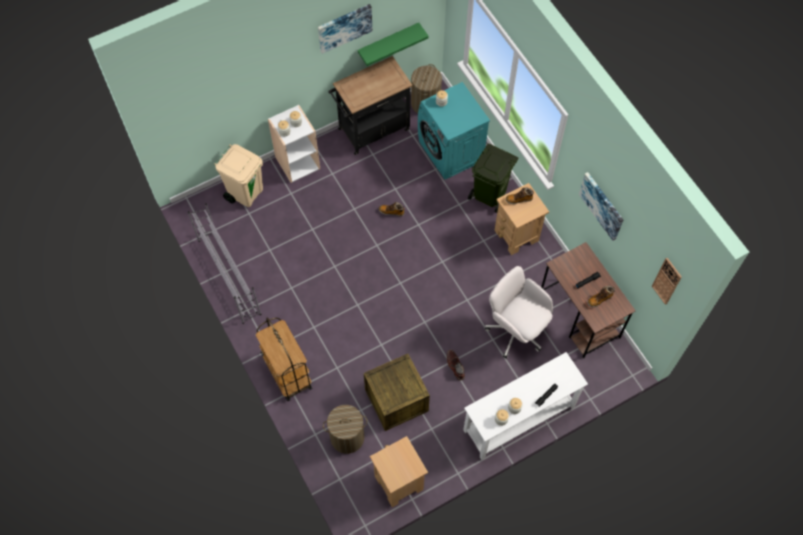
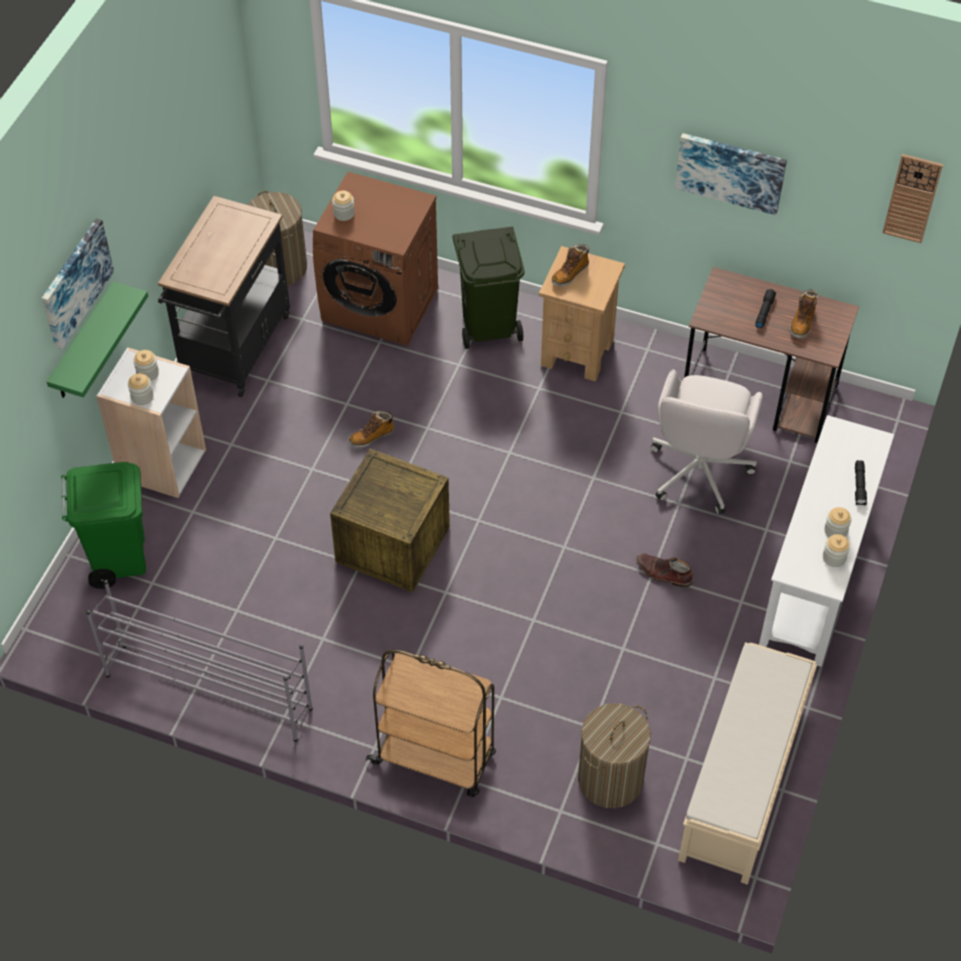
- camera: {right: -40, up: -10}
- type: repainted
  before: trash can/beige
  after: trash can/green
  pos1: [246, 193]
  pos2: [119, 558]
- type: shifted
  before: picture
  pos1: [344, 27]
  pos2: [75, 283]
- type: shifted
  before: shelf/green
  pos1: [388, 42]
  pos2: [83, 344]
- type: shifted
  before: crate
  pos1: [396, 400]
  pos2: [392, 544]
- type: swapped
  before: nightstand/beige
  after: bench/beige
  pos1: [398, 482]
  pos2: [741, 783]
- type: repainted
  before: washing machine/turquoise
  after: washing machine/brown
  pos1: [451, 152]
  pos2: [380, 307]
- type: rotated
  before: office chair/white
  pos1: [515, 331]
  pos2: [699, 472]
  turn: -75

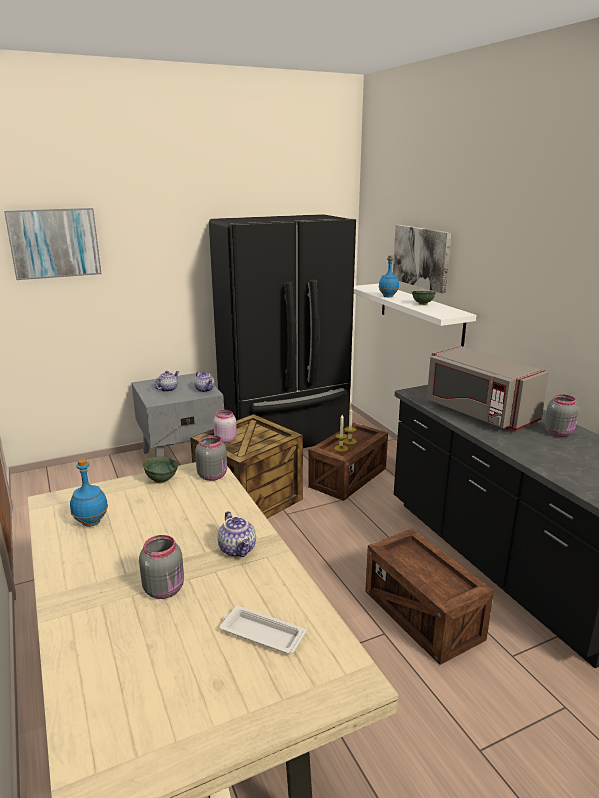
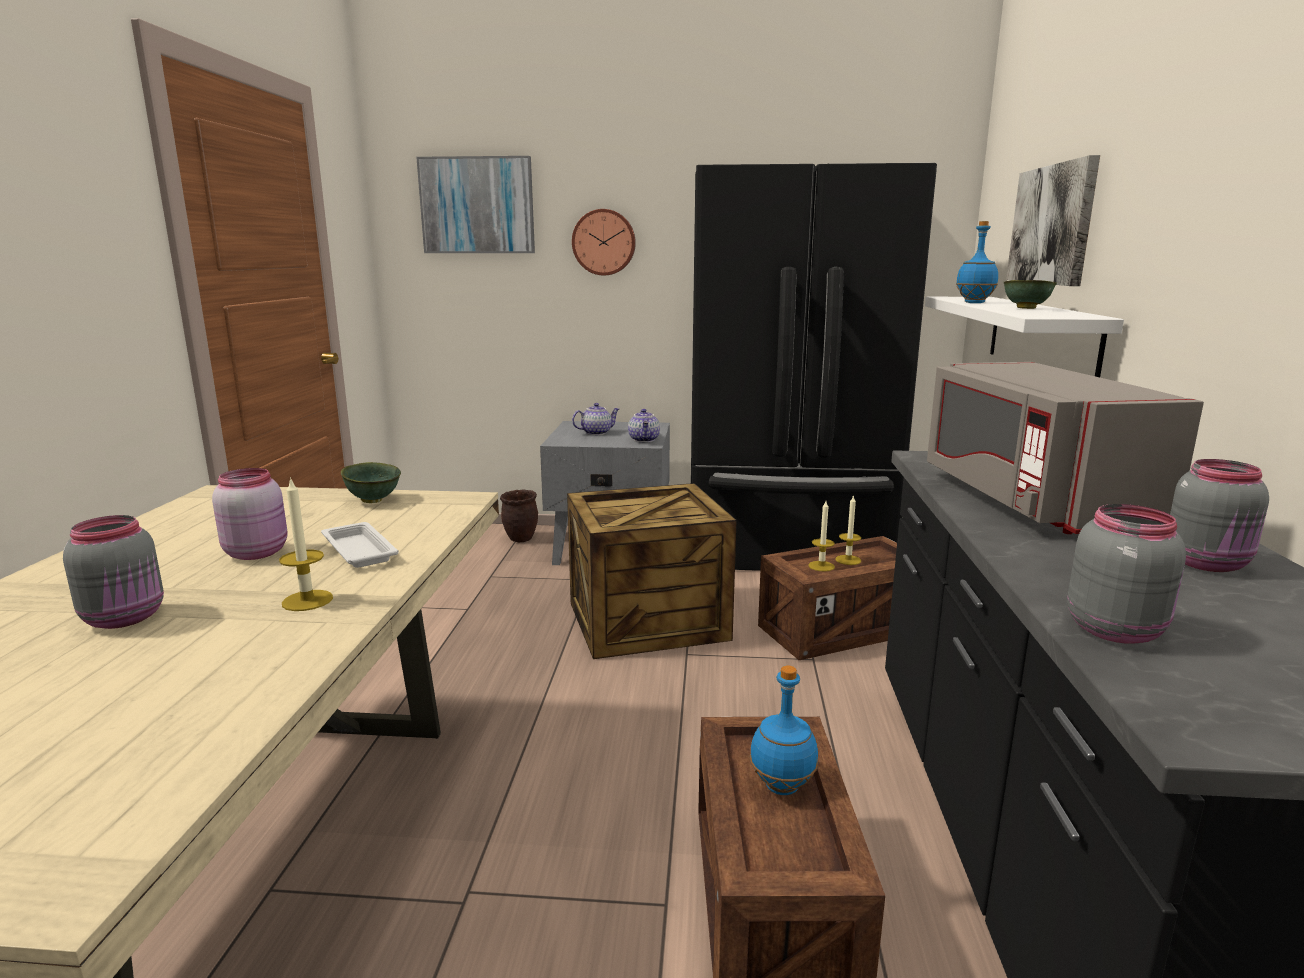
- camera: {right: 30, up: -5}
- type: shifted
  before: bottle/blue
  pos1: [91, 523]
  pos2: [781, 787]
- type: shifted
  before: jar/grey
  pos1: [213, 475]
  pos2: [1115, 629]
- type: shifted
  before: jar/pink
  pos1: [225, 440]
  pos2: [257, 552]
- type: swapped
  before: teapot
  after: candle
  pos1: [238, 549]
  pos2: [307, 600]
- type: shifted
  before: tray/white
  pos1: [261, 634]
  pos2: [358, 550]
- type: new
  after: planter/brown
  pos2: [520, 539]
- type: new
  after: wall clock
  pos2: [604, 242]

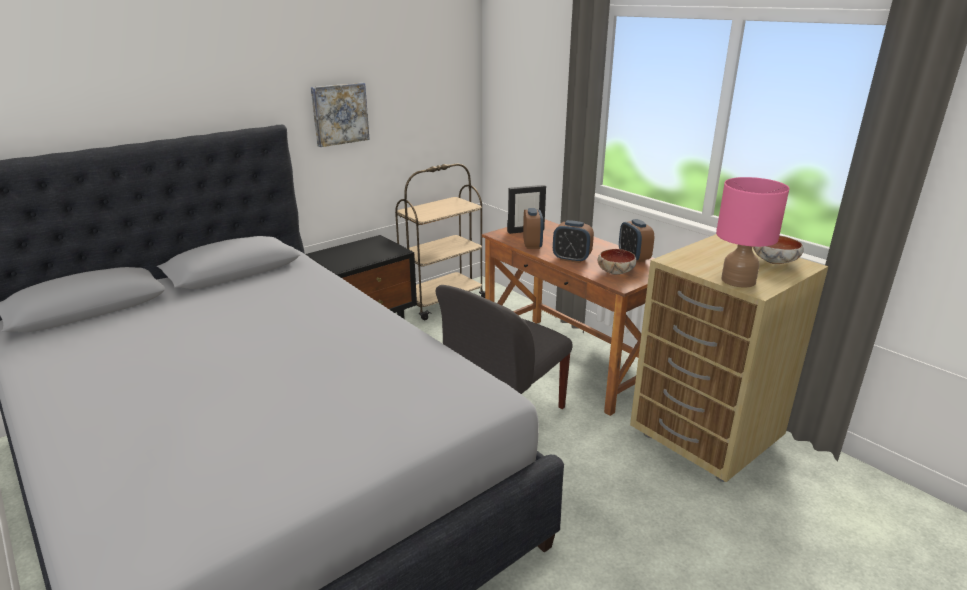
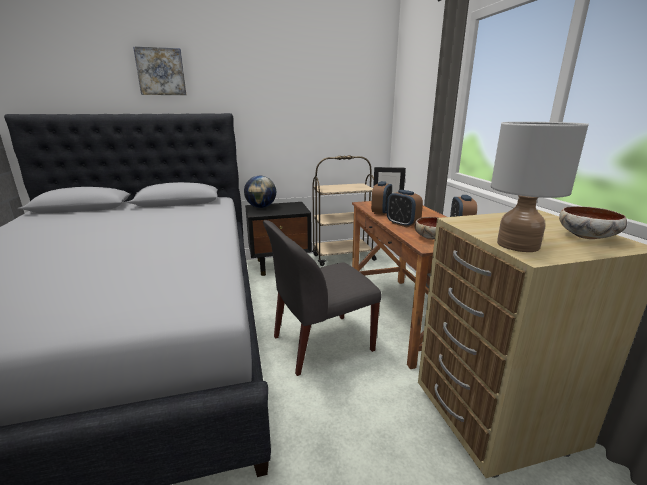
- camera: {right: 25, up: -5}
- type: shifted
  before: picture
  pos1: [339, 114]
  pos2: [161, 72]
- type: repainted
  before: table lamp/pink
  after: table lamp/grey
  pos1: [738, 281]
  pos2: [518, 245]
- type: new
  after: globe
  pos2: [261, 207]

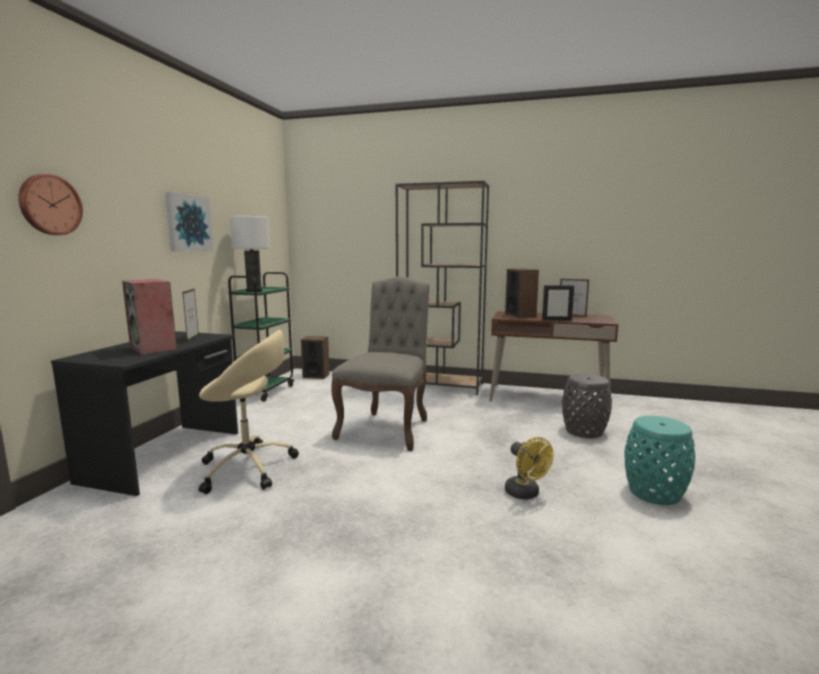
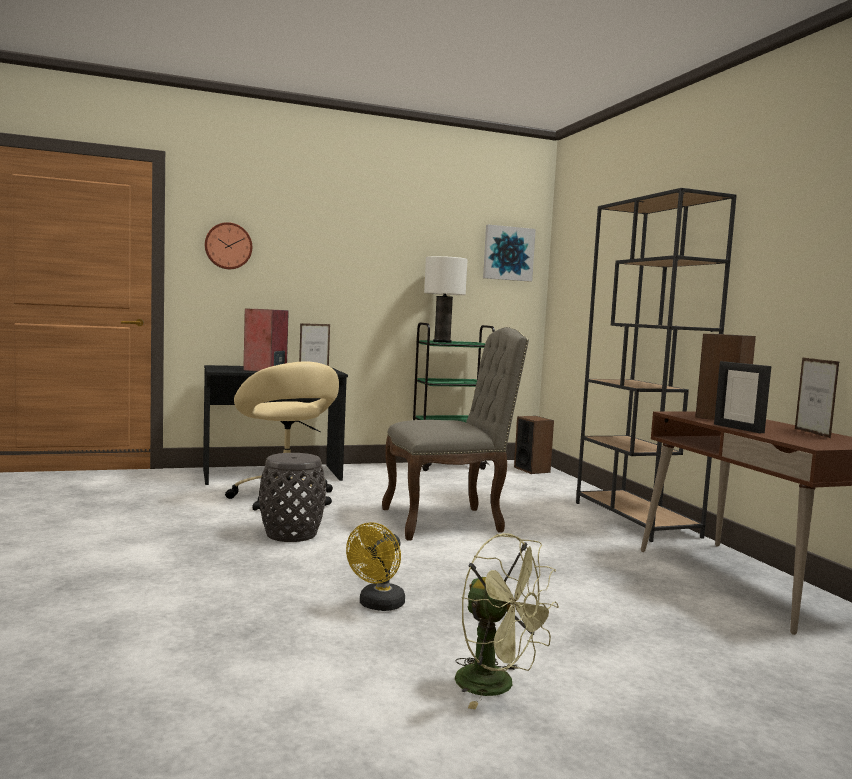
- camera: {right: 55, up: -5}
- type: shifted
  before: picture
  pos1: [188, 223]
  pos2: [508, 253]
- type: shifted
  before: stool/grey
  pos1: [584, 431]
  pos2: [291, 534]
- type: swapped
  before: stool/turquoise
  after: fan/green
  pos1: [654, 493]
  pos2: [497, 686]

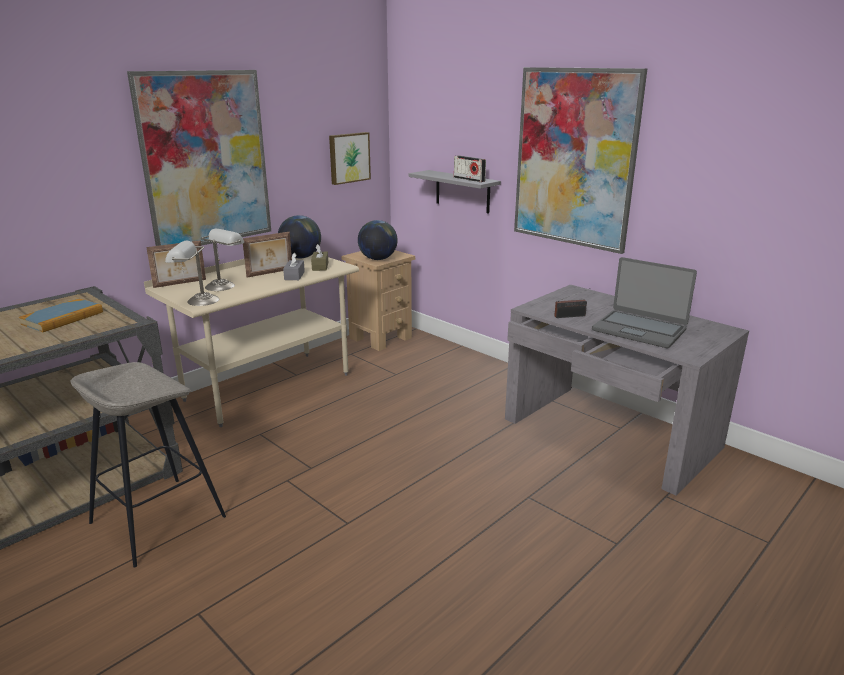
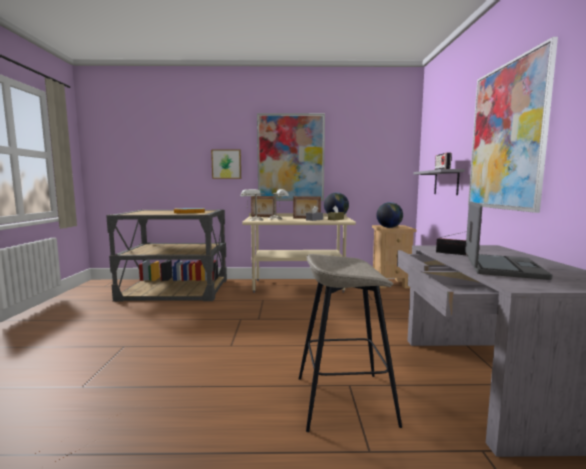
- camera: {right: 45, up: -15}
- type: shifted
  before: stool/grey
  pos1: [157, 519]
  pos2: [344, 399]
- type: shifted
  before: picture
  pos1: [348, 157]
  pos2: [226, 164]
- type: rotated
  before: laptop
  pos1: [639, 330]
  pos2: [501, 267]
  turn: -150

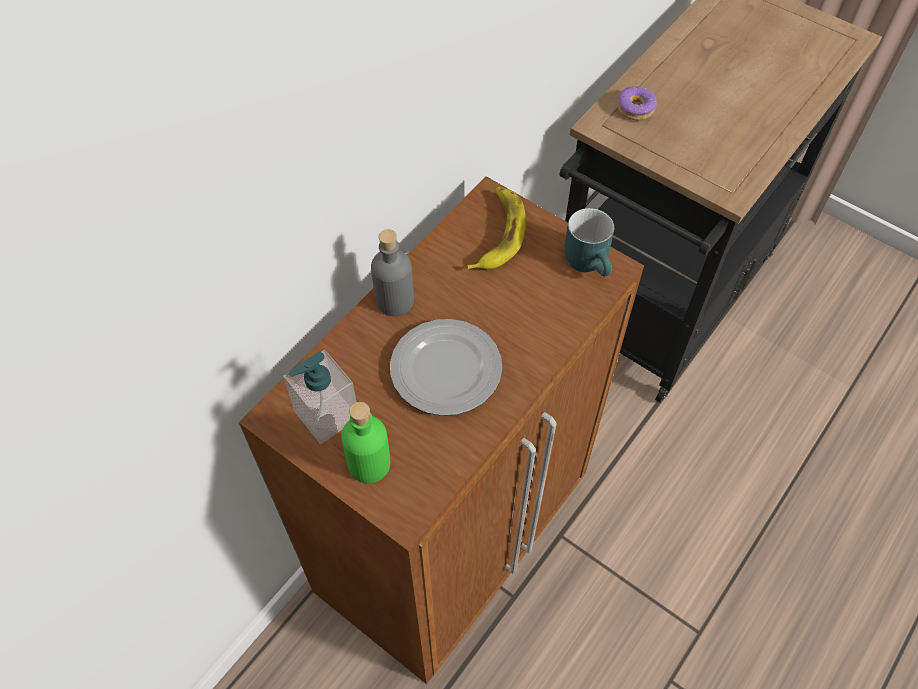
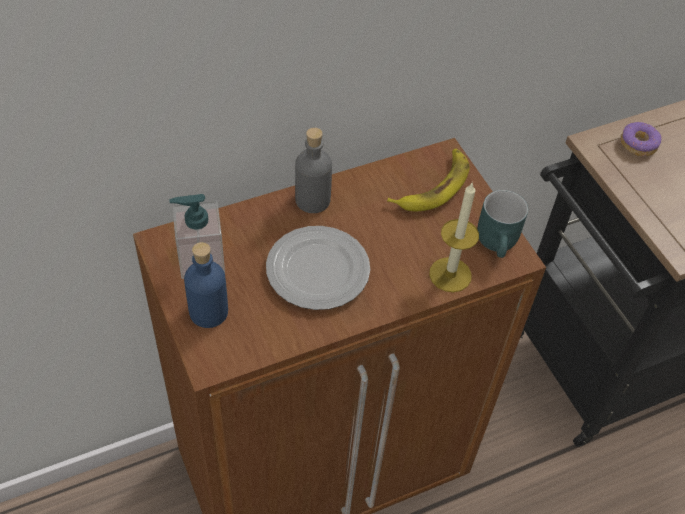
- camera: {right: 25, up: -5}
- type: repainted
  before: bottle/green
  after: bottle/blue
  pos1: [369, 464]
  pos2: [208, 312]
- type: new
  after: candle
  pos2: [450, 274]

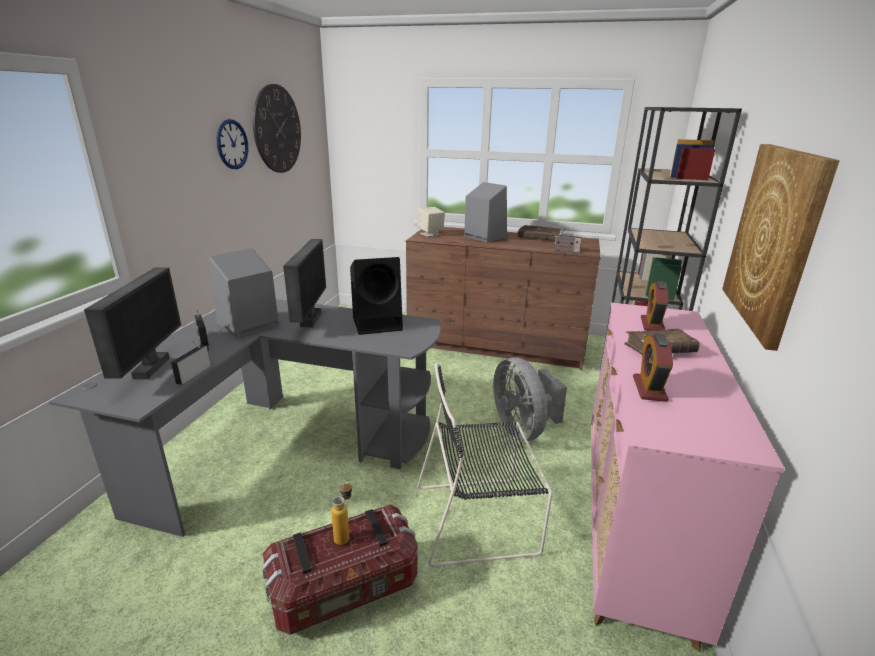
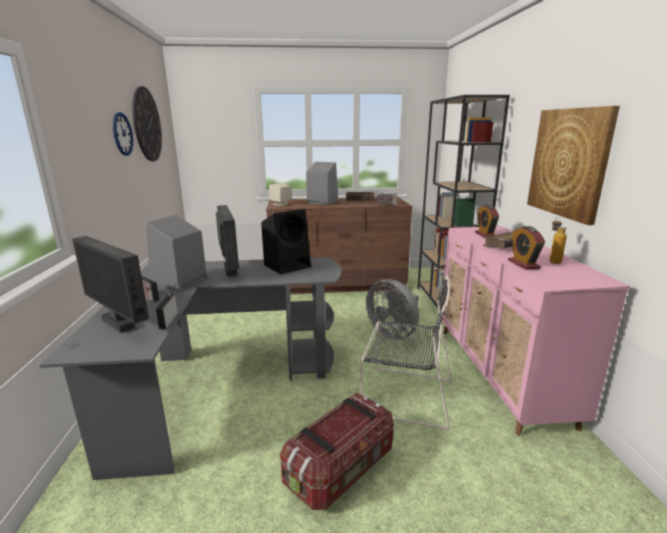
- camera: {right: -20, up: -5}
- type: rotated
  before: monitor
  pos1: [150, 368]
  pos2: [120, 323]
  turn: 150
- type: shifted
  before: bottle
  pos1: [345, 535]
  pos2: [552, 261]
- type: rotated
  before: chair/black
  pos1: [480, 518]
  pos2: [404, 395]
  turn: -135

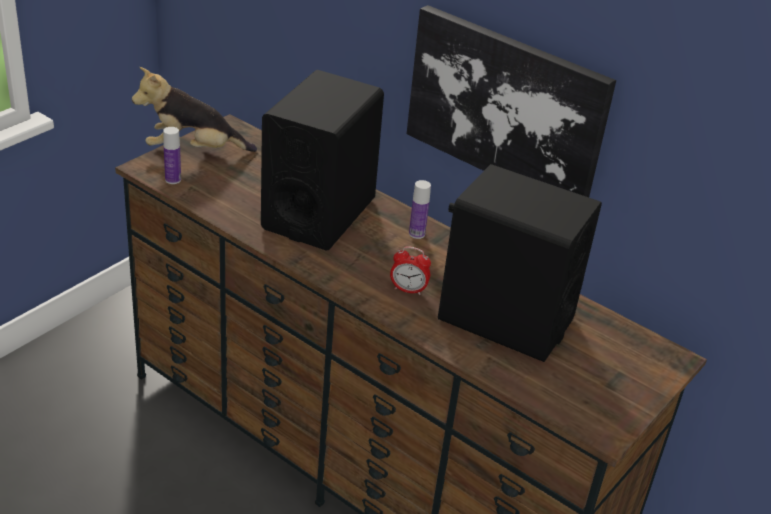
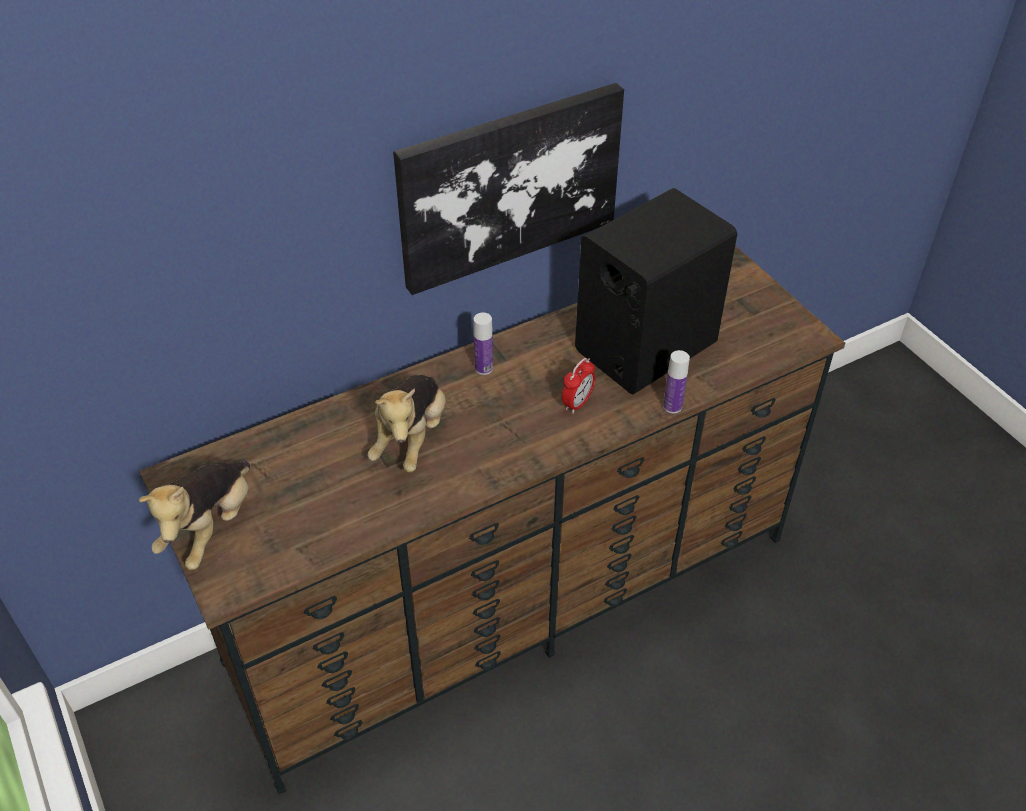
- camera: {right: -65, up: 10}
- type: shifted
  before: bottle
  pos1: [173, 180]
  pos2: [672, 406]
- type: swapped
  before: speaker/black
  after: plush toy
  pos1: [319, 213]
  pos2: [411, 438]

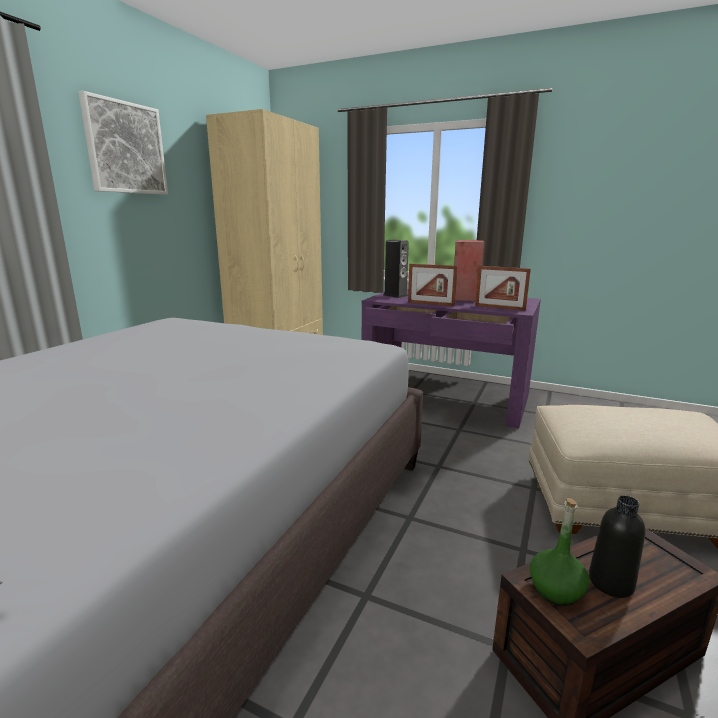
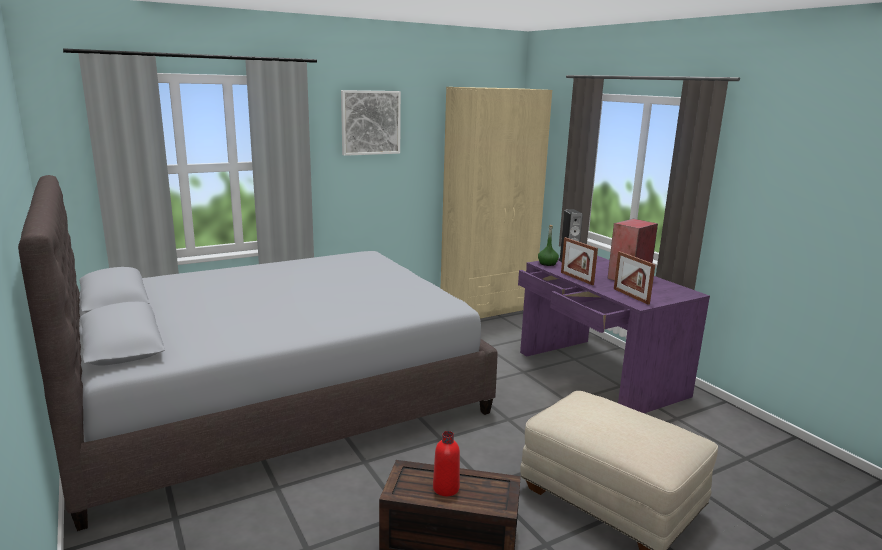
- camera: {right: 35, up: 0}
- type: shifted
  before: bottle/green
  pos1: [556, 590]
  pos2: [547, 263]
- type: repainted
  before: bottle/black
  after: bottle/red
  pos1: [611, 582]
  pos2: [446, 488]

